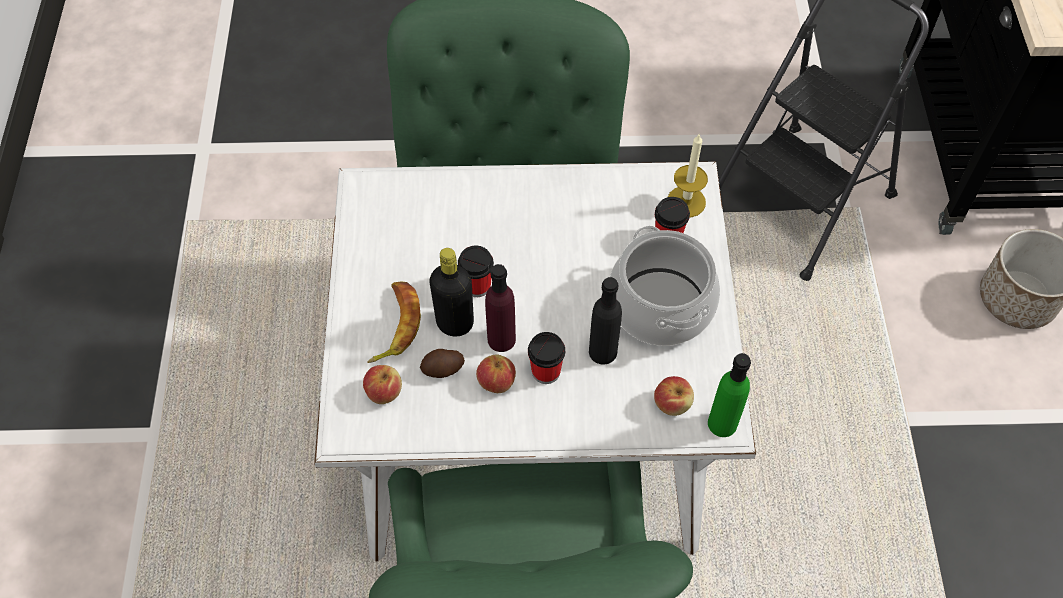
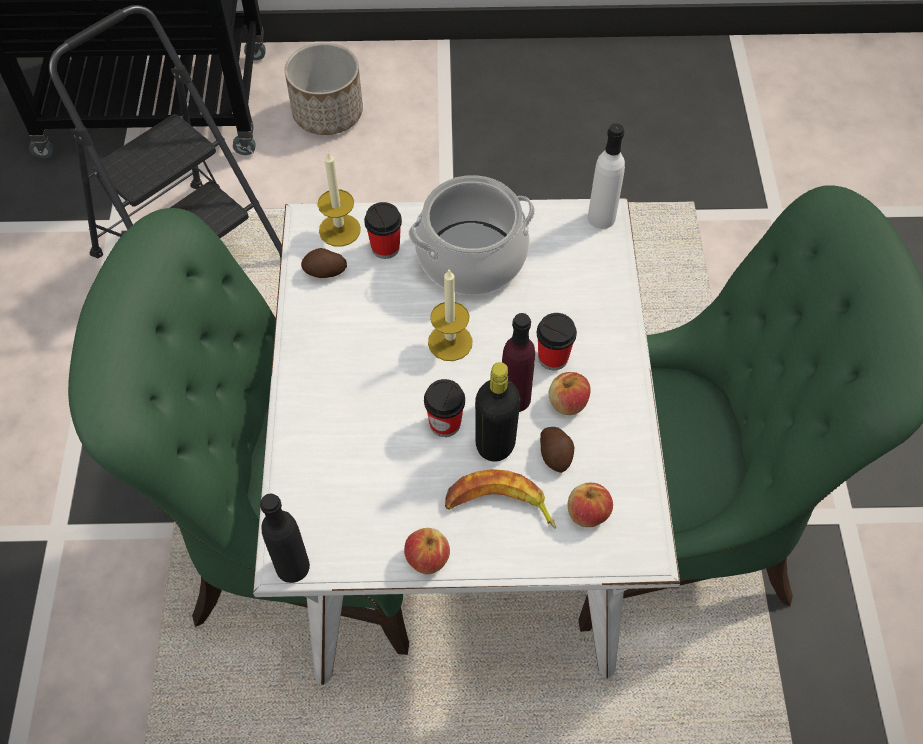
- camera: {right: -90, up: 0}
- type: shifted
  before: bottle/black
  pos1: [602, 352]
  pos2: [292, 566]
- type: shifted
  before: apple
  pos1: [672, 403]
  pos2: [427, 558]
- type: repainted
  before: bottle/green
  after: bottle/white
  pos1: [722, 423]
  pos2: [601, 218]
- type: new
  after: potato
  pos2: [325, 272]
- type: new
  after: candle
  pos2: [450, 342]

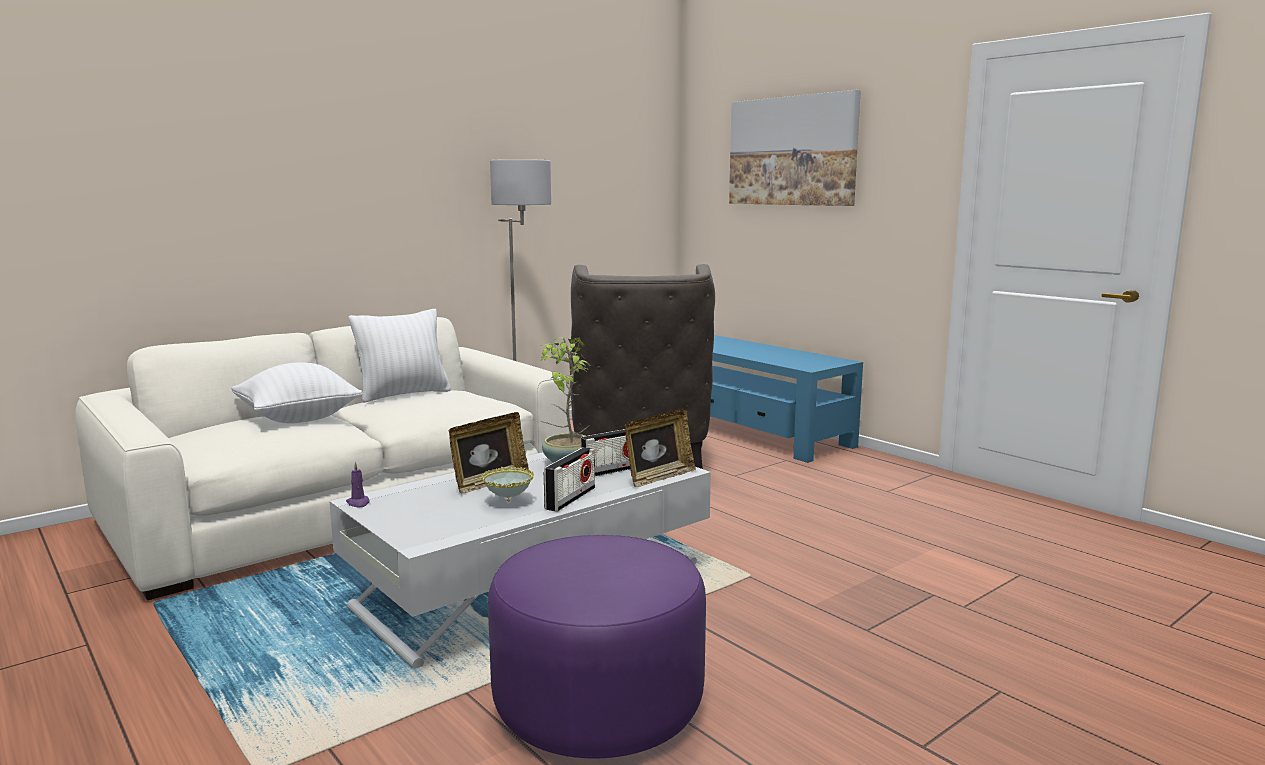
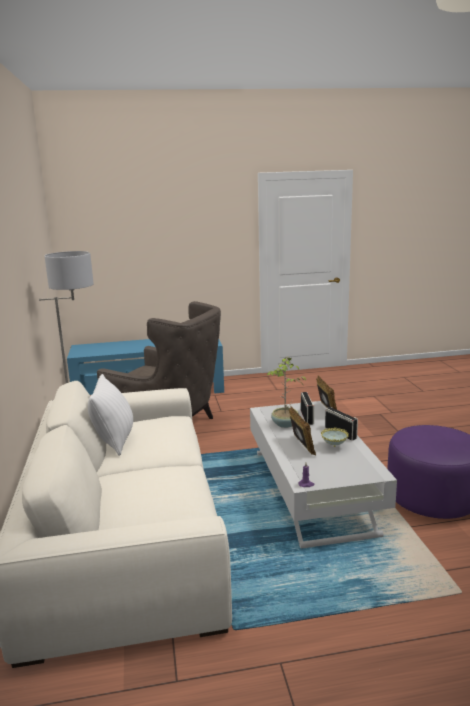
- camera: {right: -60, up: 5}
- type: gone
  before: pillow/white
  pos1: [298, 419]
- type: gone
  before: picture
  pos1: [792, 151]

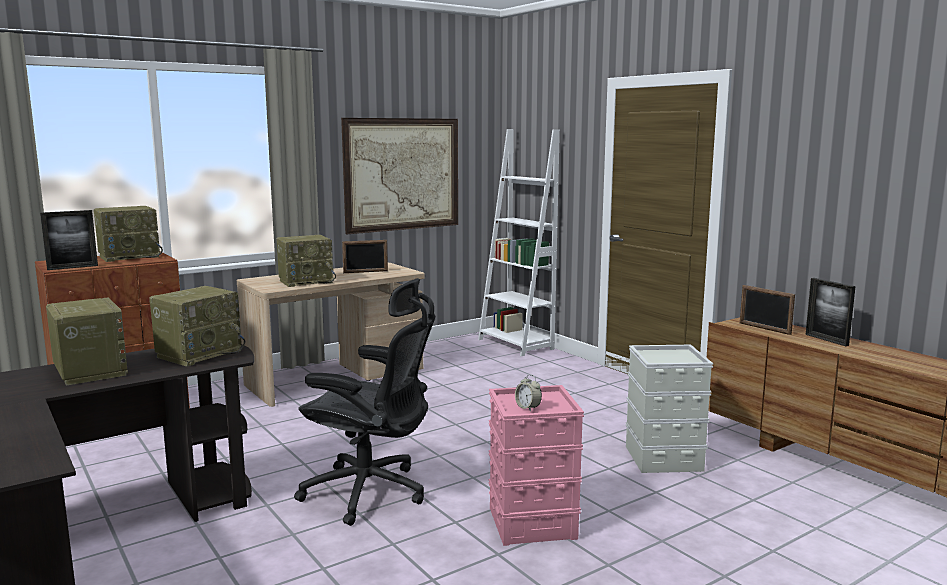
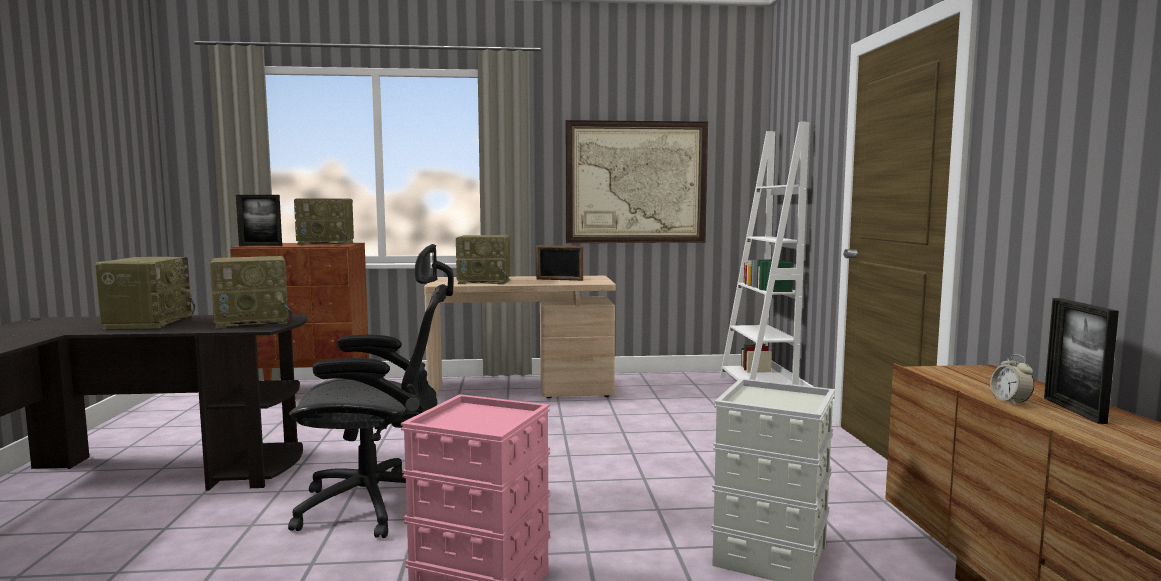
- camera: {right: 30, up: -5}
- type: rotated
  before: office chair
  pos1: [370, 493]
  pos2: [377, 505]
  turn: -60
- type: shifted
  before: alarm clock
  pos1: [528, 408]
  pos2: [1010, 402]
- type: gone
  before: picture frame
  pos1: [764, 328]

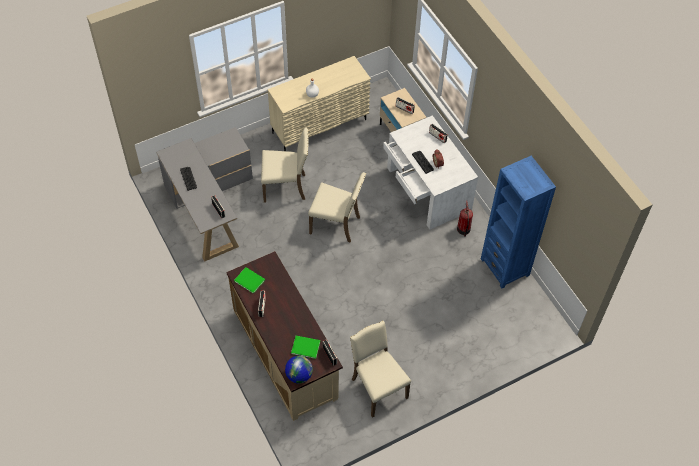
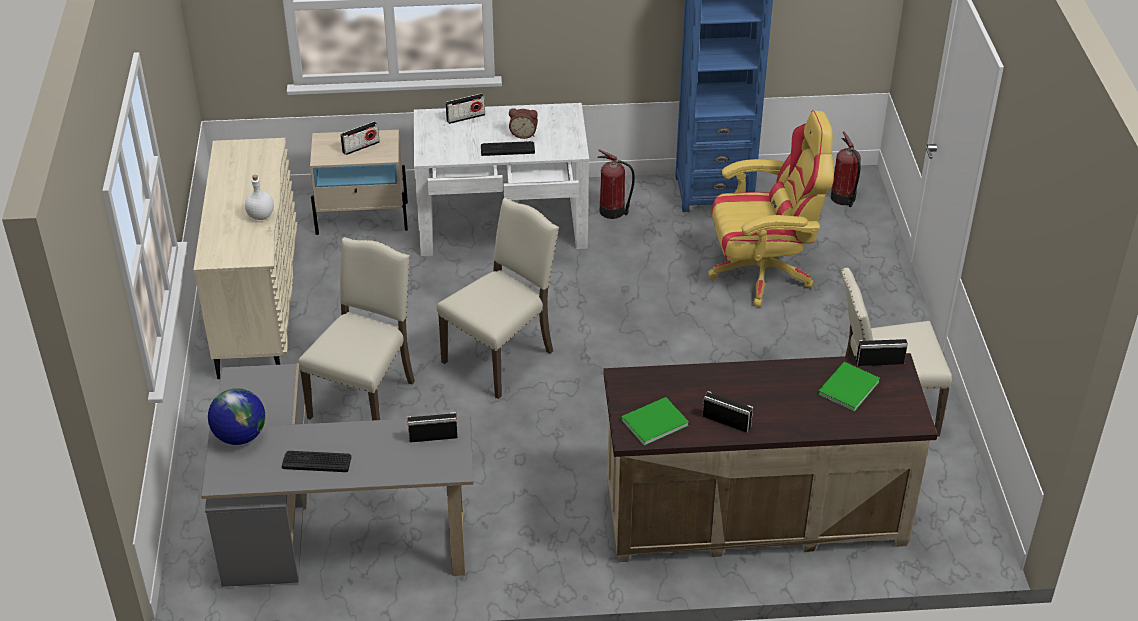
- camera: {right: -65, up: -15}
- type: shifted
  before: globe
  pos1: [299, 375]
  pos2: [240, 436]
- type: new
  after: office chair/yellow
  pos2: [762, 273]
- type: new
  after: fire extinguisher
  pos2: [844, 198]

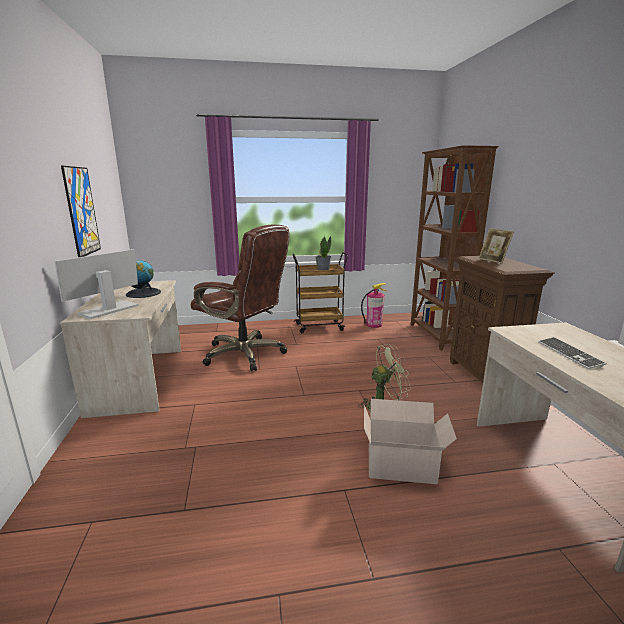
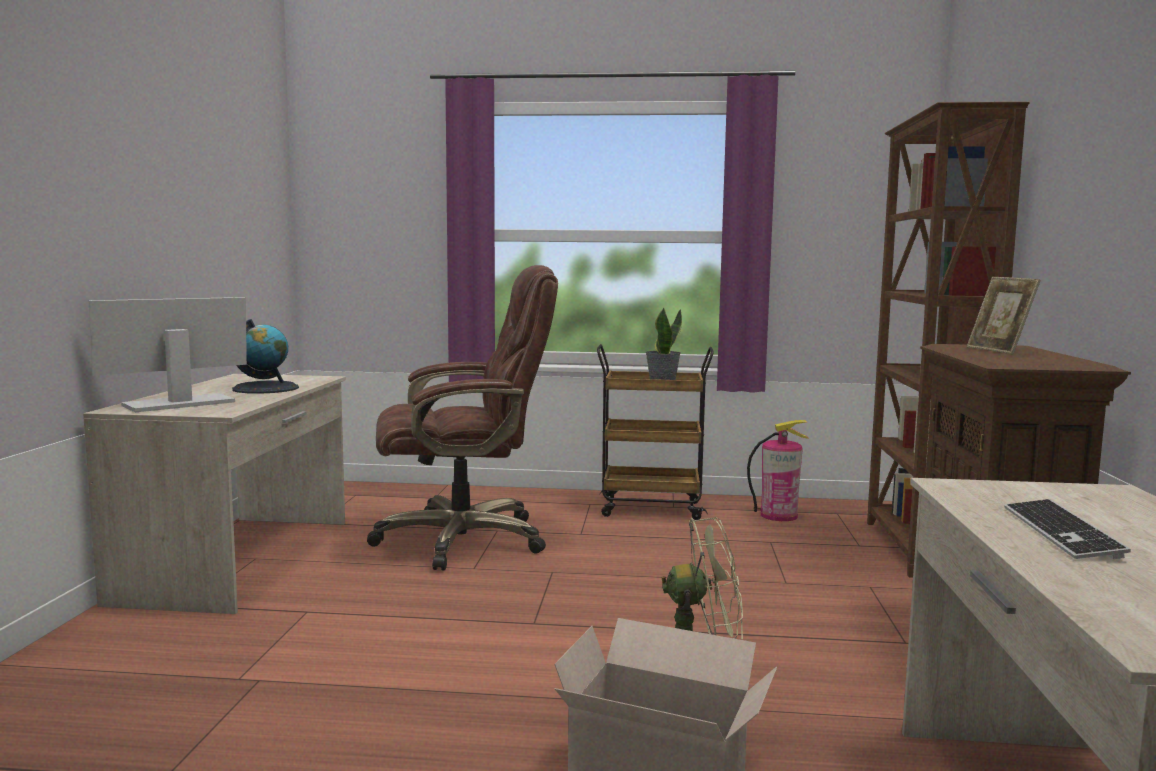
- camera: {right: 15, up: -10}
- type: gone
  before: picture
  pos1: [82, 211]
- type: rotated
  before: office chair/brown
  pos1: [244, 354]
  pos2: [461, 539]
  turn: -60

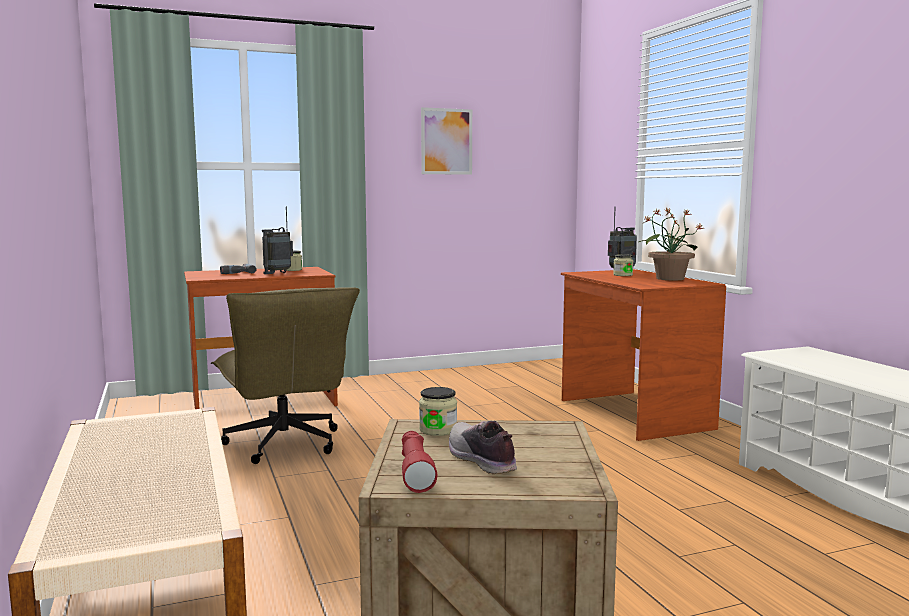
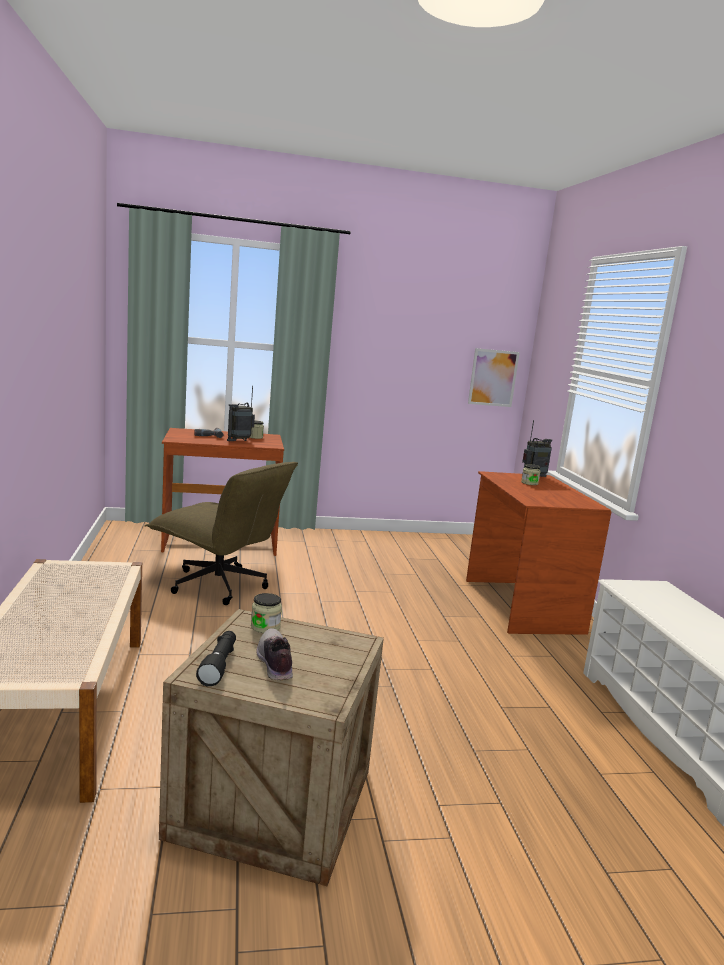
- camera: {right: 10, up: 5}
- type: rotated
  before: office chair/beige
  pos1: [283, 442]
  pos2: [217, 585]
  turn: -45
- type: repainted
  before: flashlight/red
  after: flashlight/black
  pos1: [415, 471]
  pos2: [219, 665]
- type: shifted
  before: picture
  pos1: [446, 141]
  pos2: [493, 377]
- type: gone
  before: potted plant
  pos1: [669, 278]

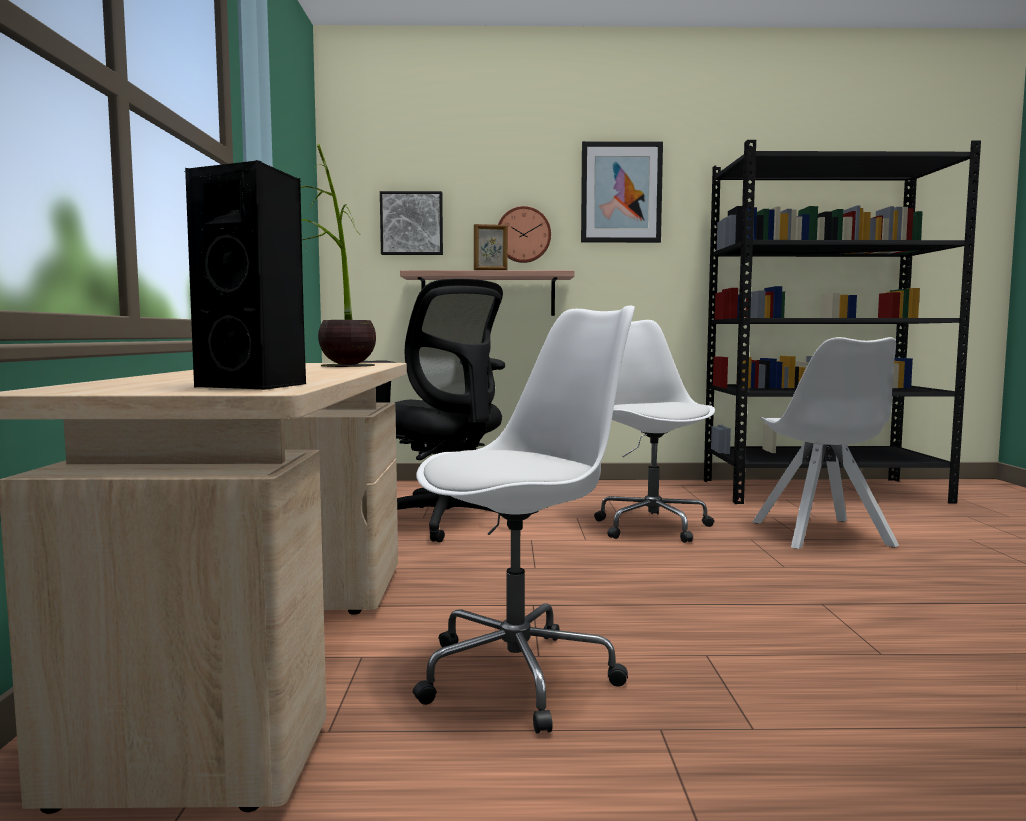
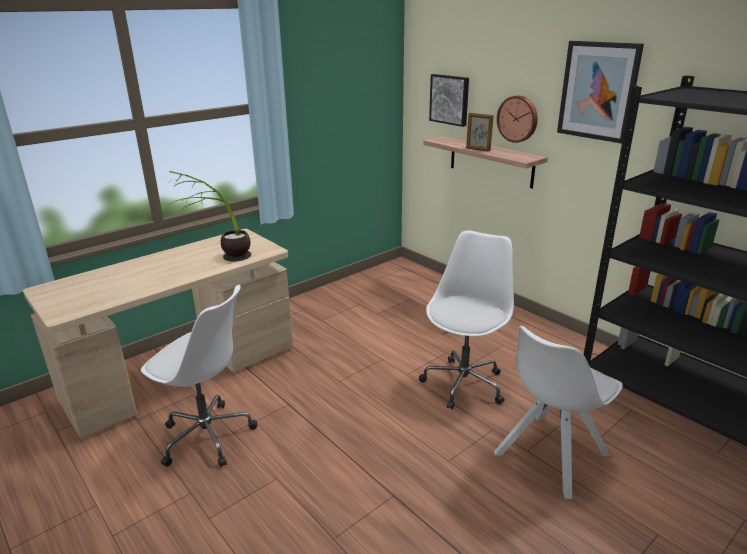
- camera: {right: 50, up: 20}
- type: gone
  before: speaker/black
  pos1: [257, 386]
- type: gone
  before: office chair/black
  pos1: [438, 521]

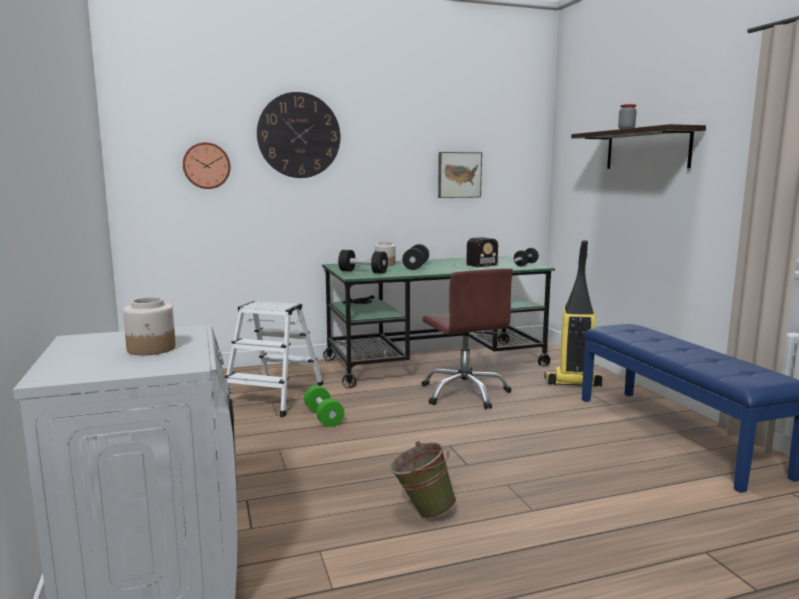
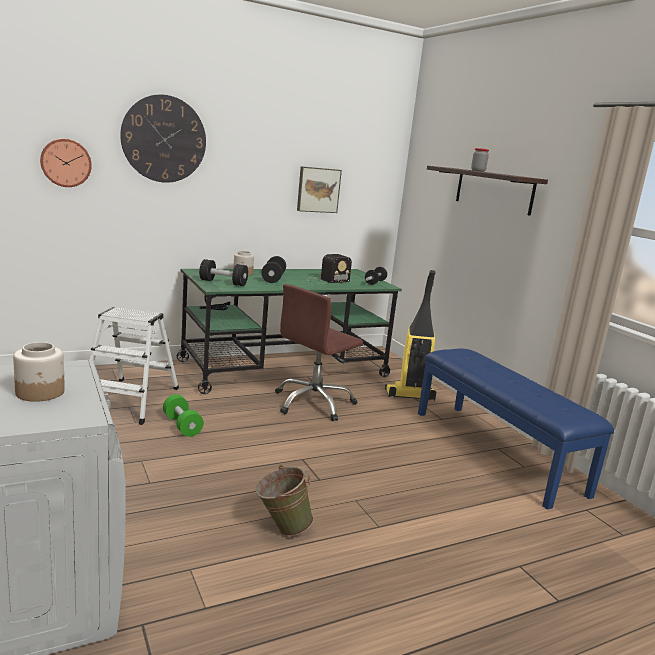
- camera: {right: -10, up: 5}
- type: rotated
  before: office chair/brown
  pos1: [465, 393]
  pos2: [314, 403]
  turn: 75

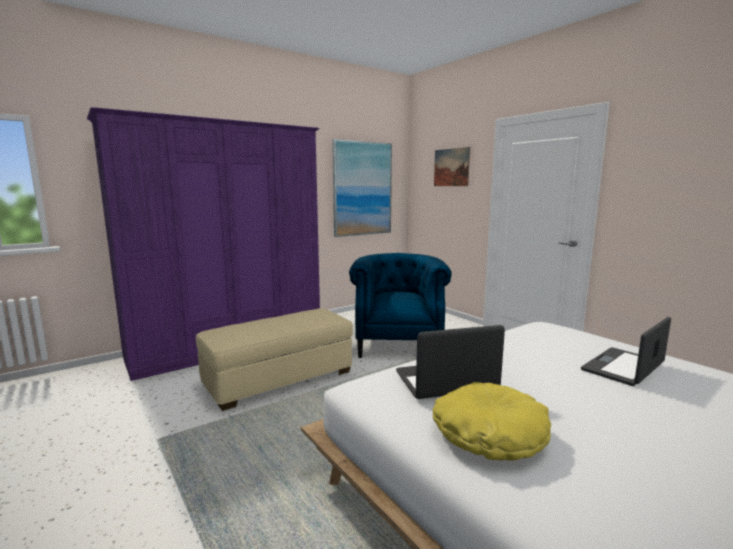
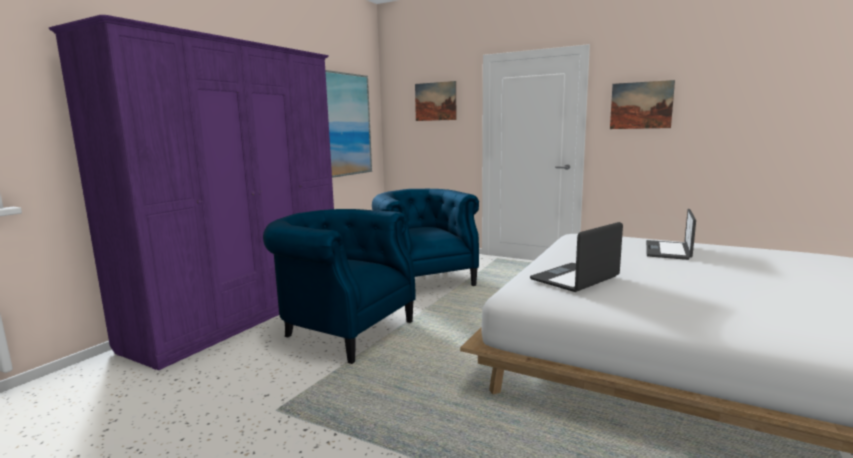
- camera: {right: -25, up: 0}
- type: swapped
  before: ottoman/beige
  after: armchair/blue
  pos1: [279, 378]
  pos2: [342, 330]
- type: gone
  before: pillow/yellow
  pos1: [491, 436]
- type: new
  after: picture
  pos2: [641, 105]

